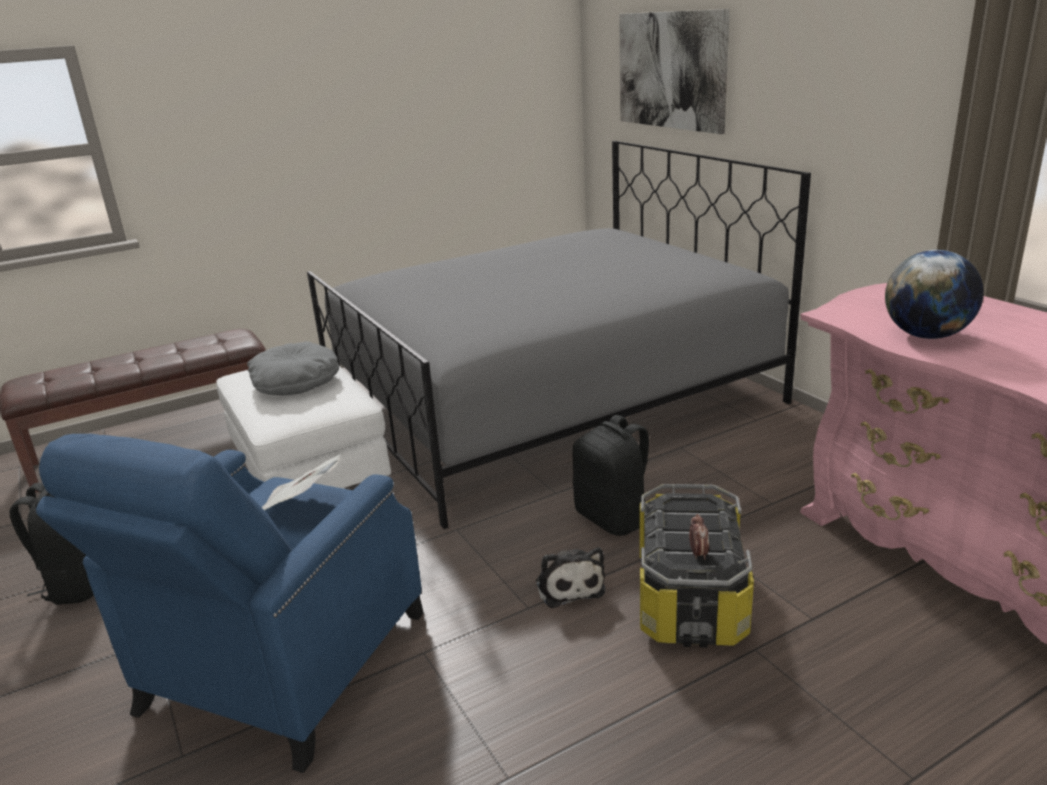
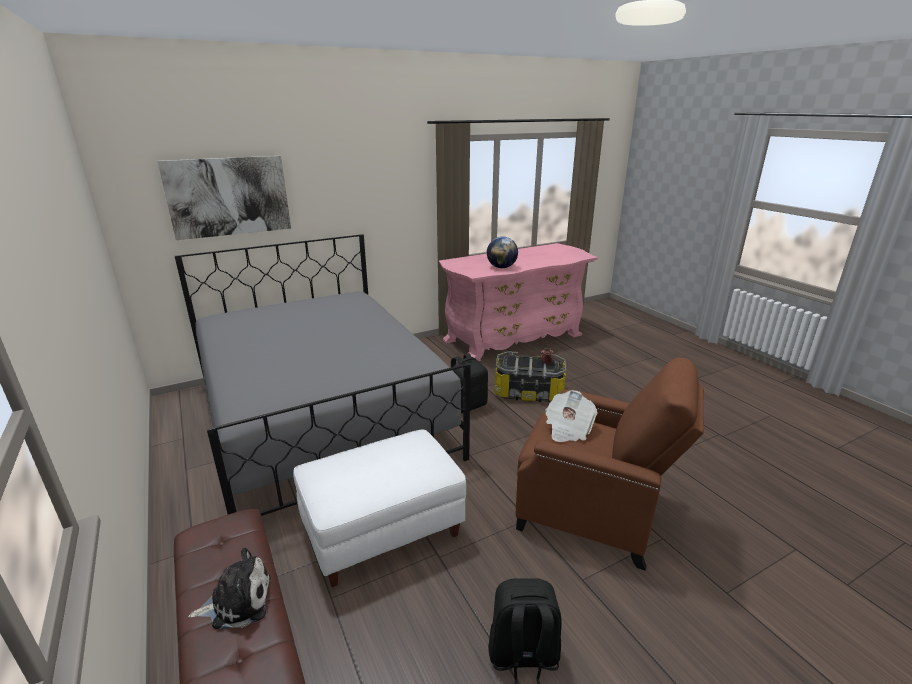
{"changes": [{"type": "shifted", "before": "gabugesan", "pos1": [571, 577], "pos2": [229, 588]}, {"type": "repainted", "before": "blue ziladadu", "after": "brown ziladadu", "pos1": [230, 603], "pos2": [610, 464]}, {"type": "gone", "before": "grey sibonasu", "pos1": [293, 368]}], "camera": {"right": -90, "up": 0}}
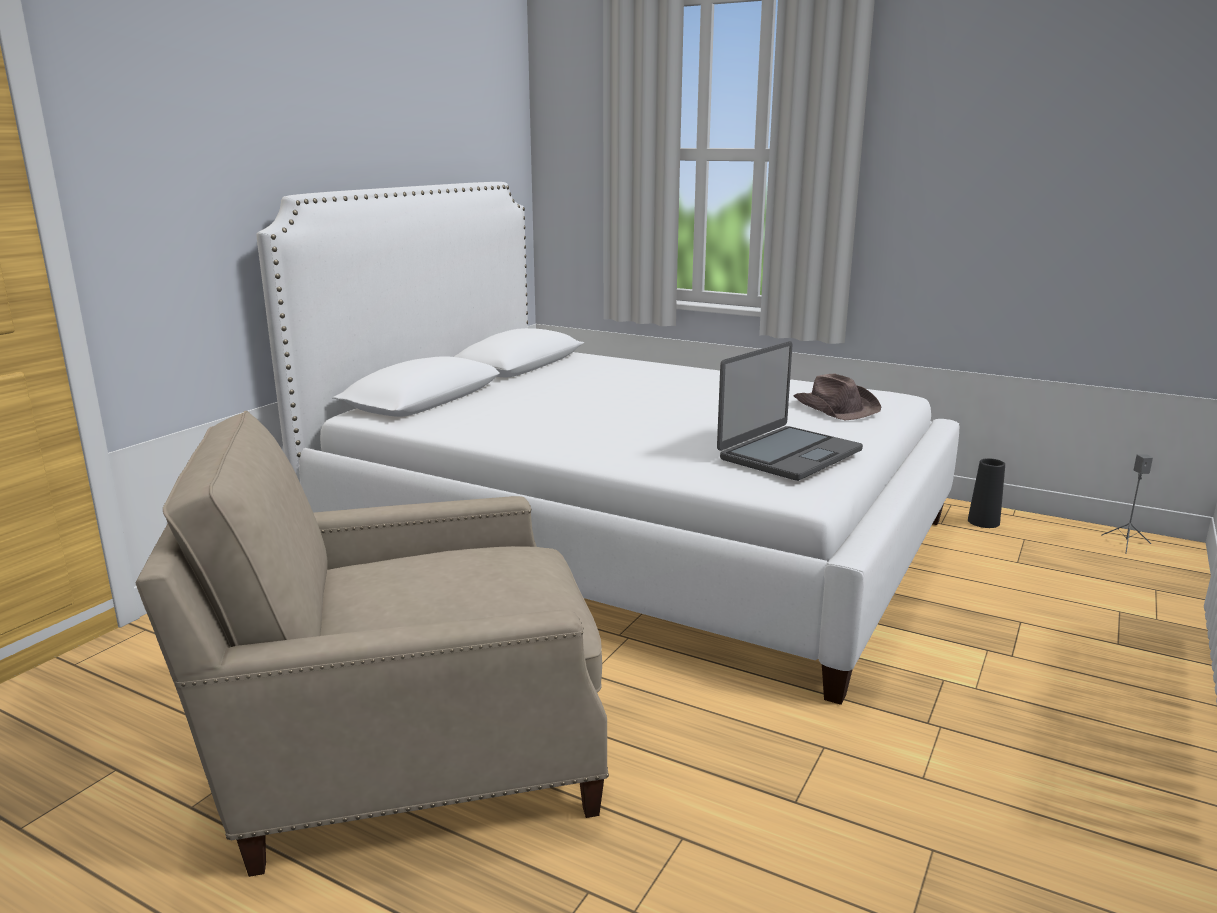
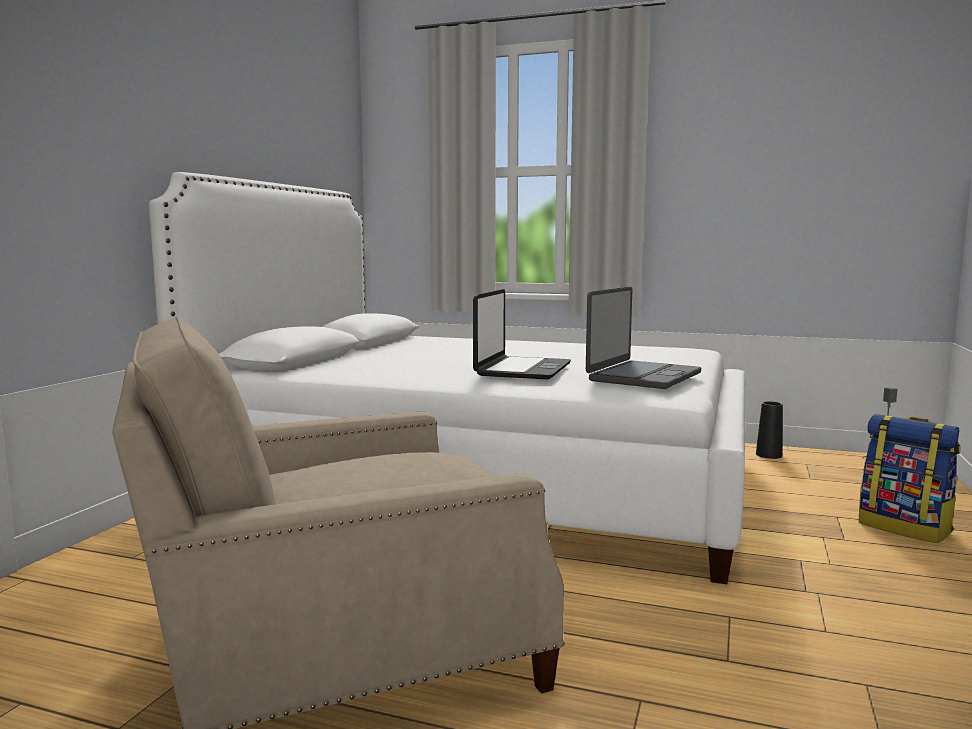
{"changes": [{"type": "new", "after": "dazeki", "pos2": [522, 334]}, {"type": "new", "after": "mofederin", "pos2": [909, 478]}, {"type": "gone", "before": "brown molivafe", "pos1": [837, 397]}], "camera": {"right": -10, "up": -10}}
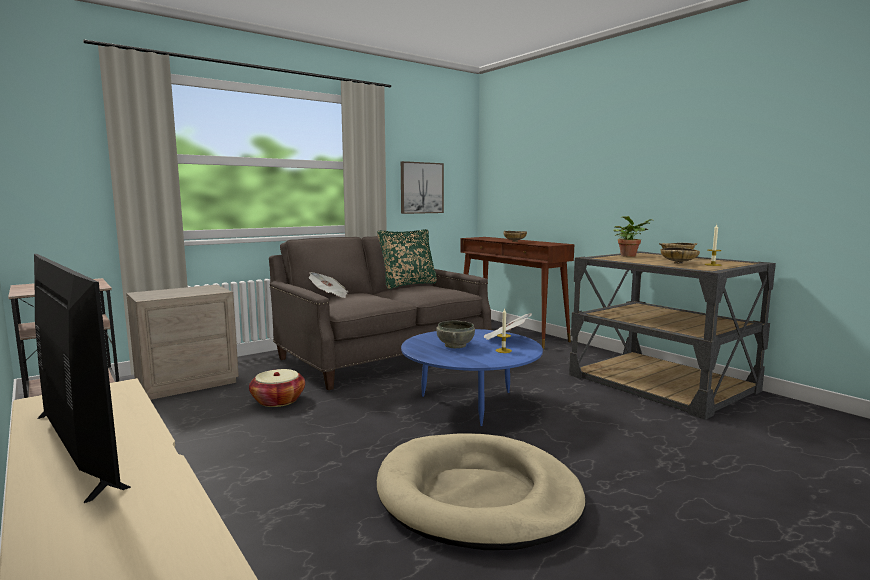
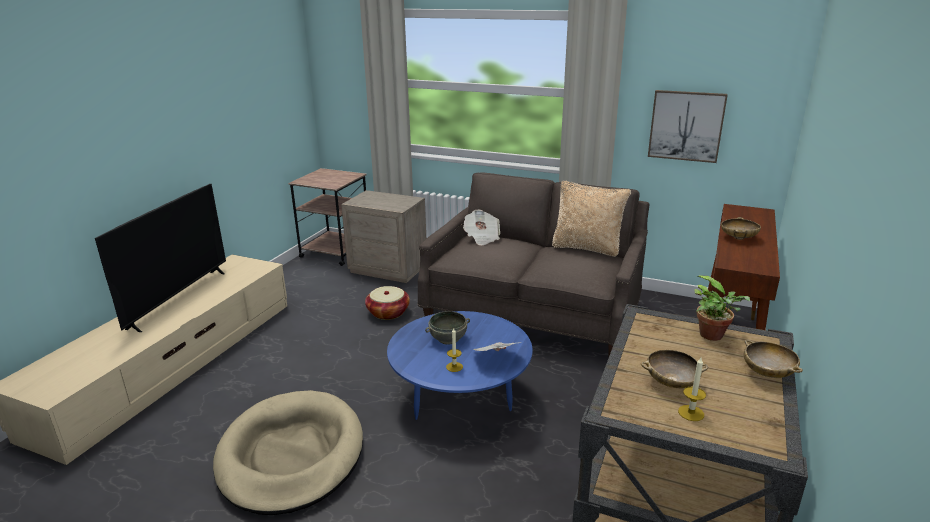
{"changes": [{"type": "repainted", "before": "green sibonasu", "after": "beige sibonasu", "pos1": [407, 259], "pos2": [591, 218]}], "camera": {"right": 60, "up": 15}}
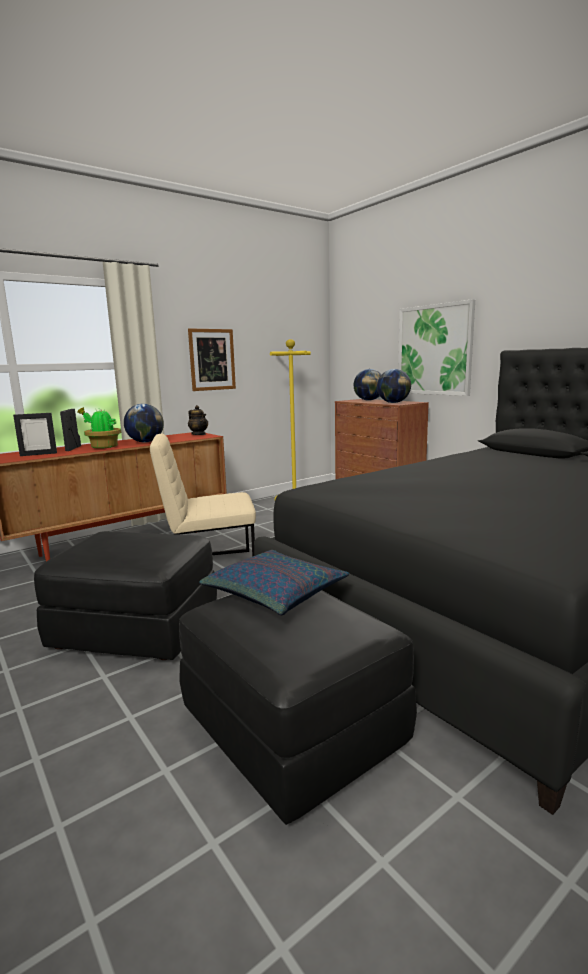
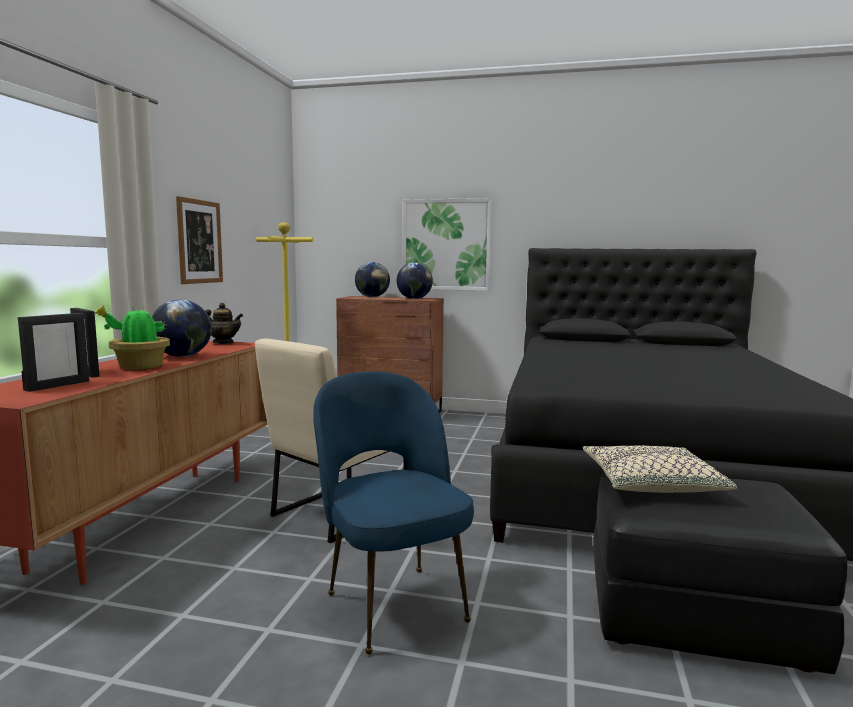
{"changes": [{"type": "swapped", "before": "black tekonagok", "after": "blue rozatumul", "pos1": [125, 595], "pos2": [393, 512]}, {"type": "repainted", "before": "blue sibonasu", "after": "beige sibonasu", "pos1": [274, 582], "pos2": [660, 469]}], "camera": {"right": -40, "up": -5}}
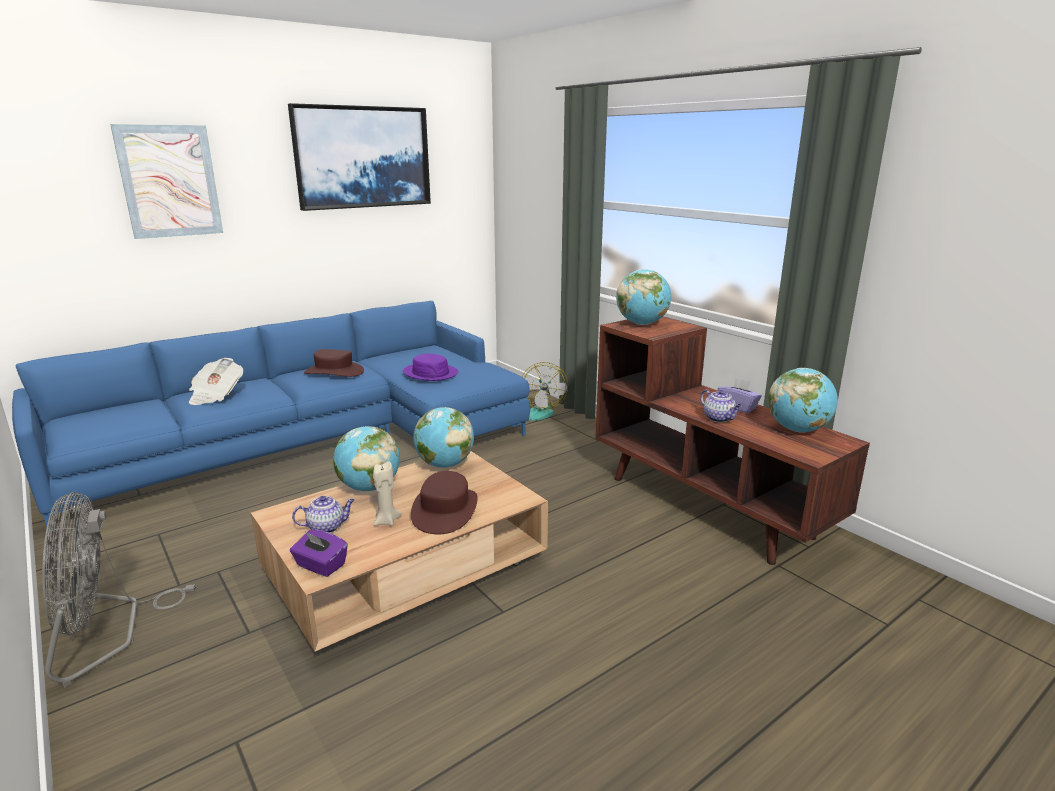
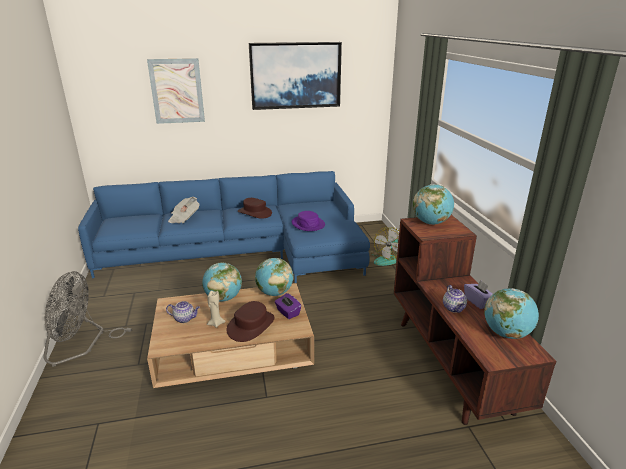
{"changes": [{"type": "shifted", "before": "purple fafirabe", "pos1": [319, 553], "pos2": [288, 306]}], "camera": {"right": 25, "up": 5}}
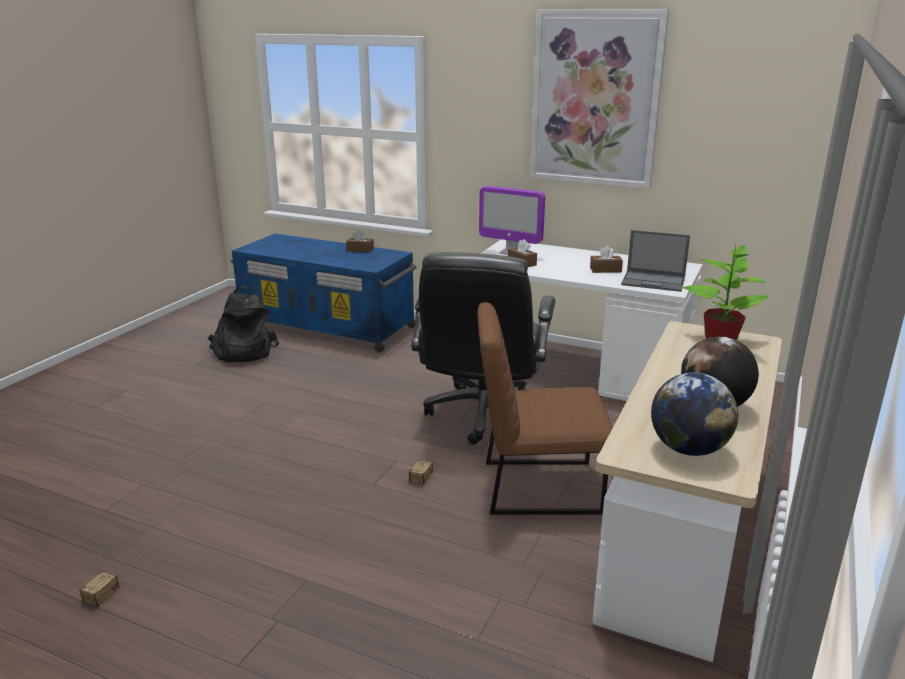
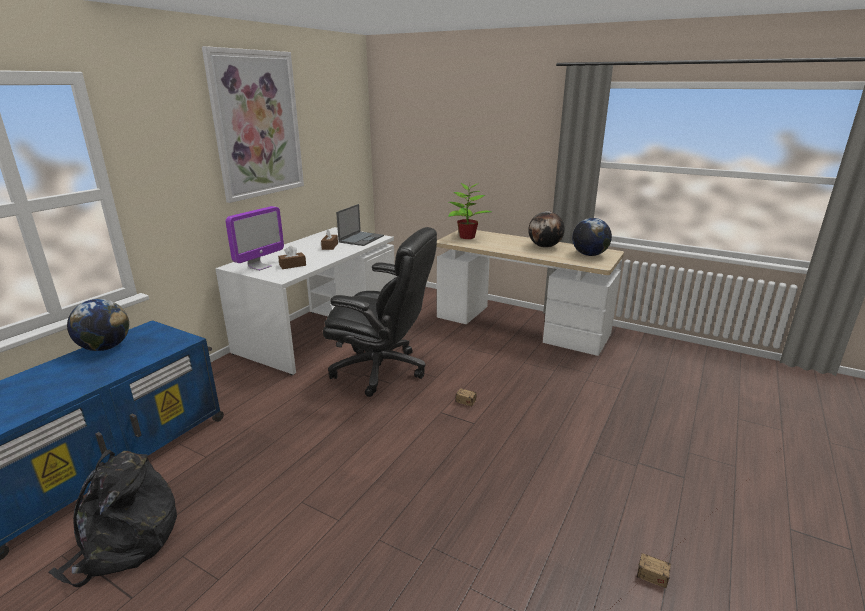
{"changes": [{"type": "swapped", "before": "brown fafirabe", "after": "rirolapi", "pos1": [360, 241], "pos2": [98, 325]}, {"type": "gone", "before": "brown rozatumul", "pos1": [545, 408]}], "camera": {"right": -85, "up": 0}}
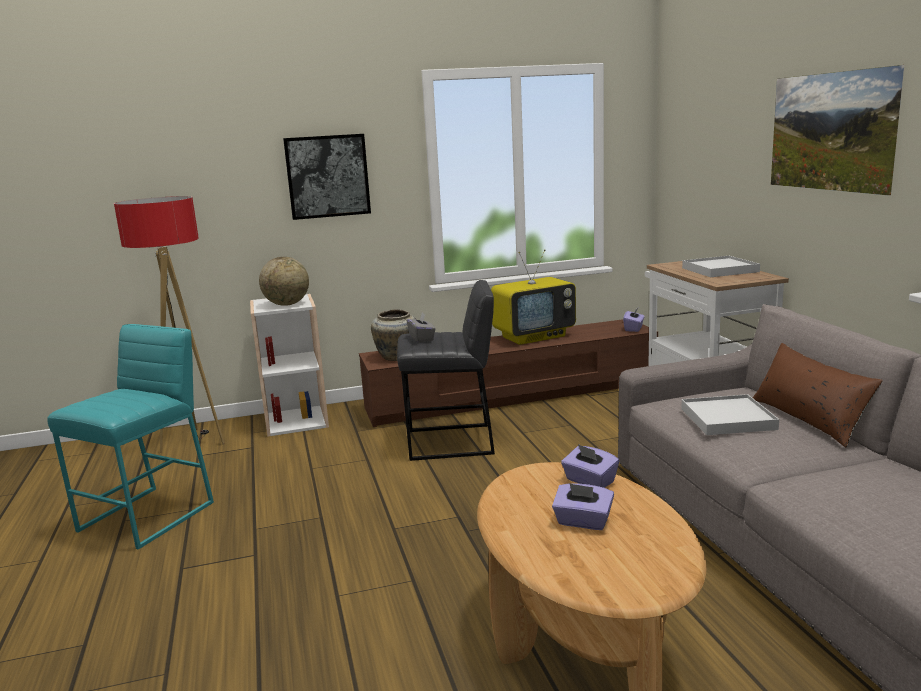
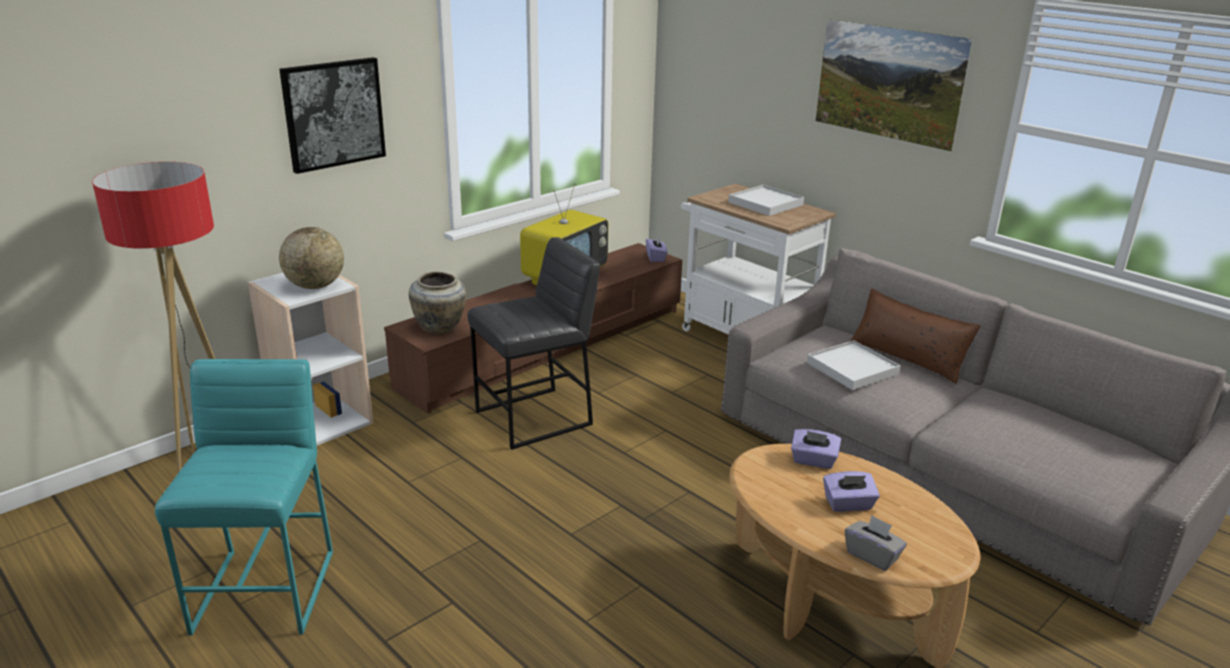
{"changes": [{"type": "shifted", "before": "grey fafirabe", "pos1": [421, 328], "pos2": [876, 543]}], "camera": {"right": -30, "up": 10}}
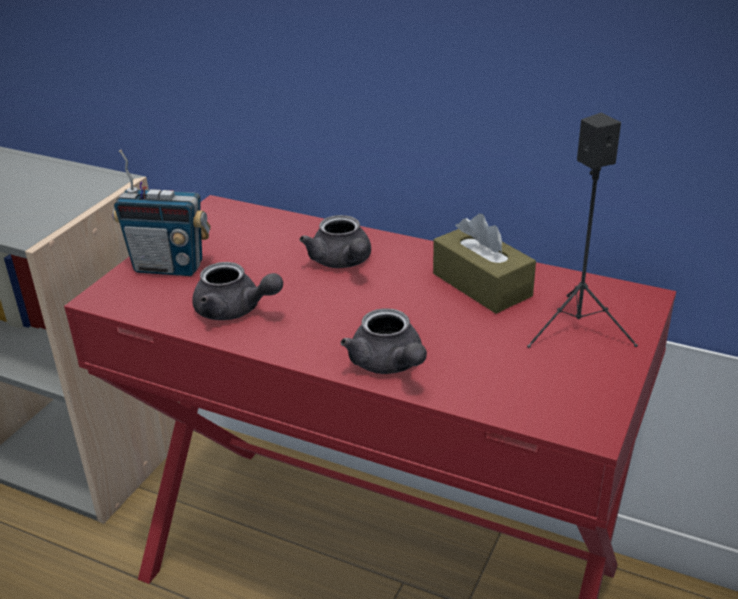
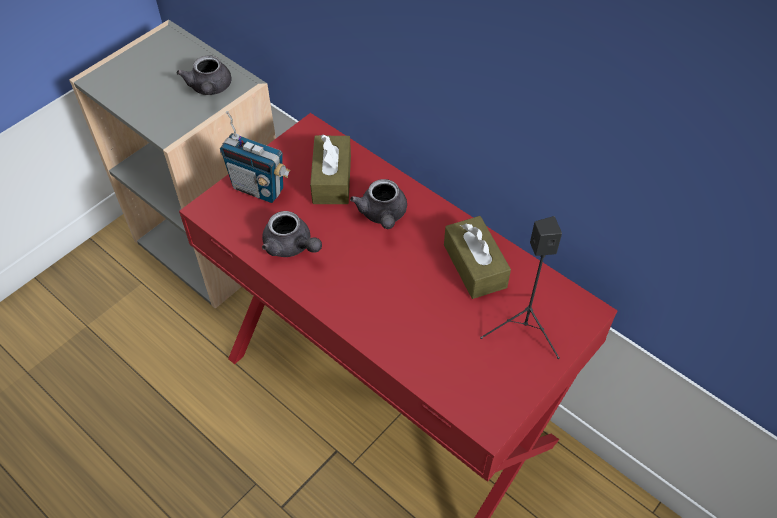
{"changes": [{"type": "shifted", "before": "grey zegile", "pos1": [384, 341], "pos2": [204, 75]}, {"type": "new", "after": "brown fafirabe", "pos2": [330, 169]}], "camera": {"right": 15, "up": 20}}
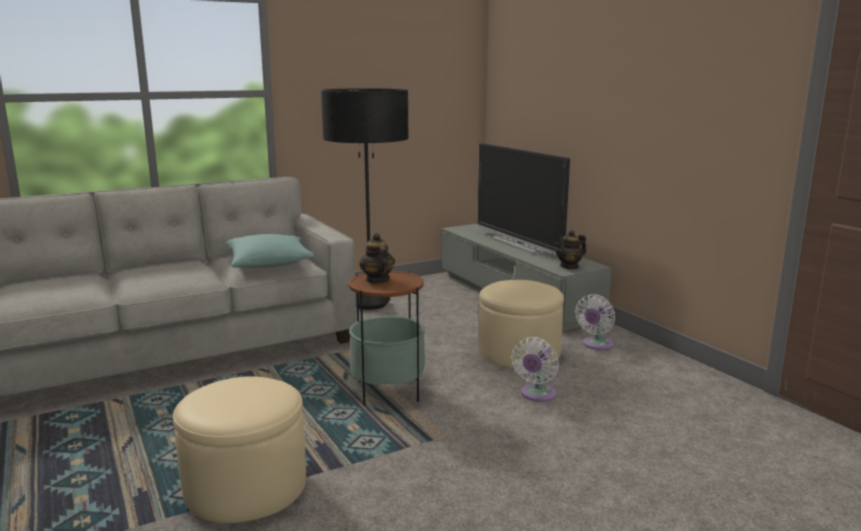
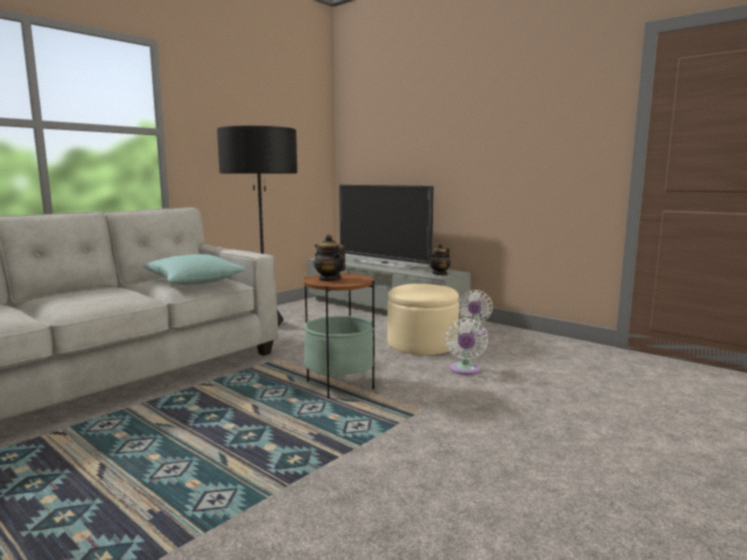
{"changes": [{"type": "gone", "before": "beige tekonagok", "pos1": [239, 449]}], "camera": {"right": -20, "up": -5}}
